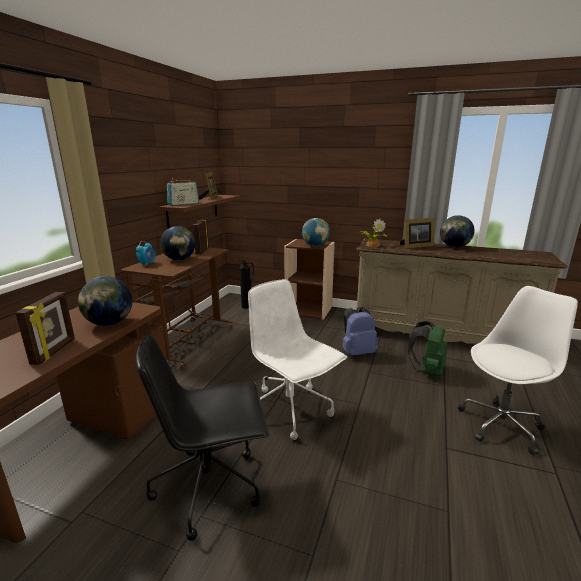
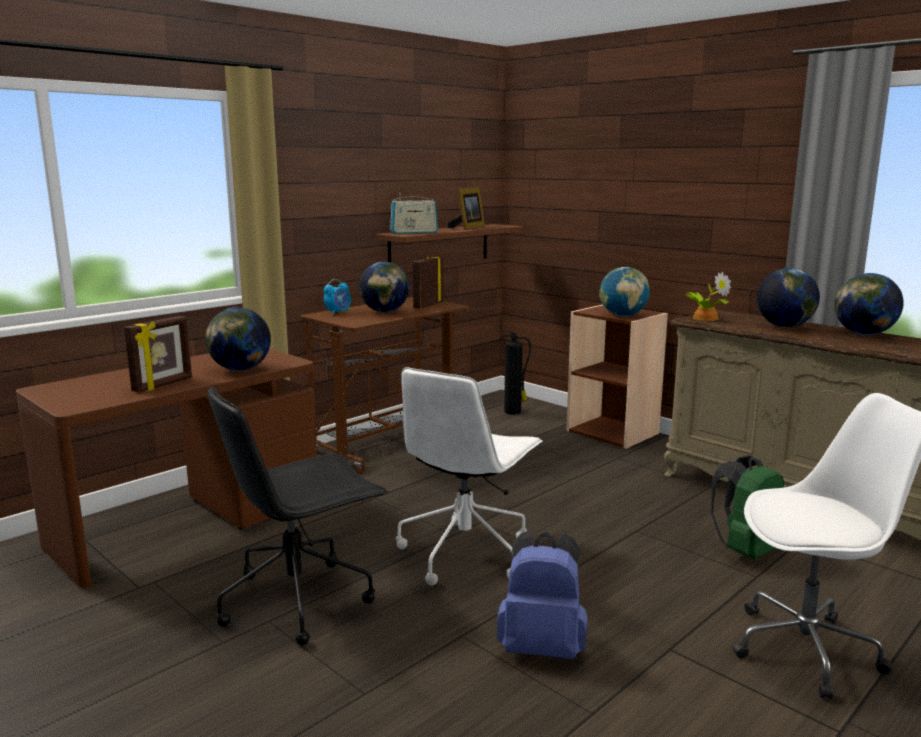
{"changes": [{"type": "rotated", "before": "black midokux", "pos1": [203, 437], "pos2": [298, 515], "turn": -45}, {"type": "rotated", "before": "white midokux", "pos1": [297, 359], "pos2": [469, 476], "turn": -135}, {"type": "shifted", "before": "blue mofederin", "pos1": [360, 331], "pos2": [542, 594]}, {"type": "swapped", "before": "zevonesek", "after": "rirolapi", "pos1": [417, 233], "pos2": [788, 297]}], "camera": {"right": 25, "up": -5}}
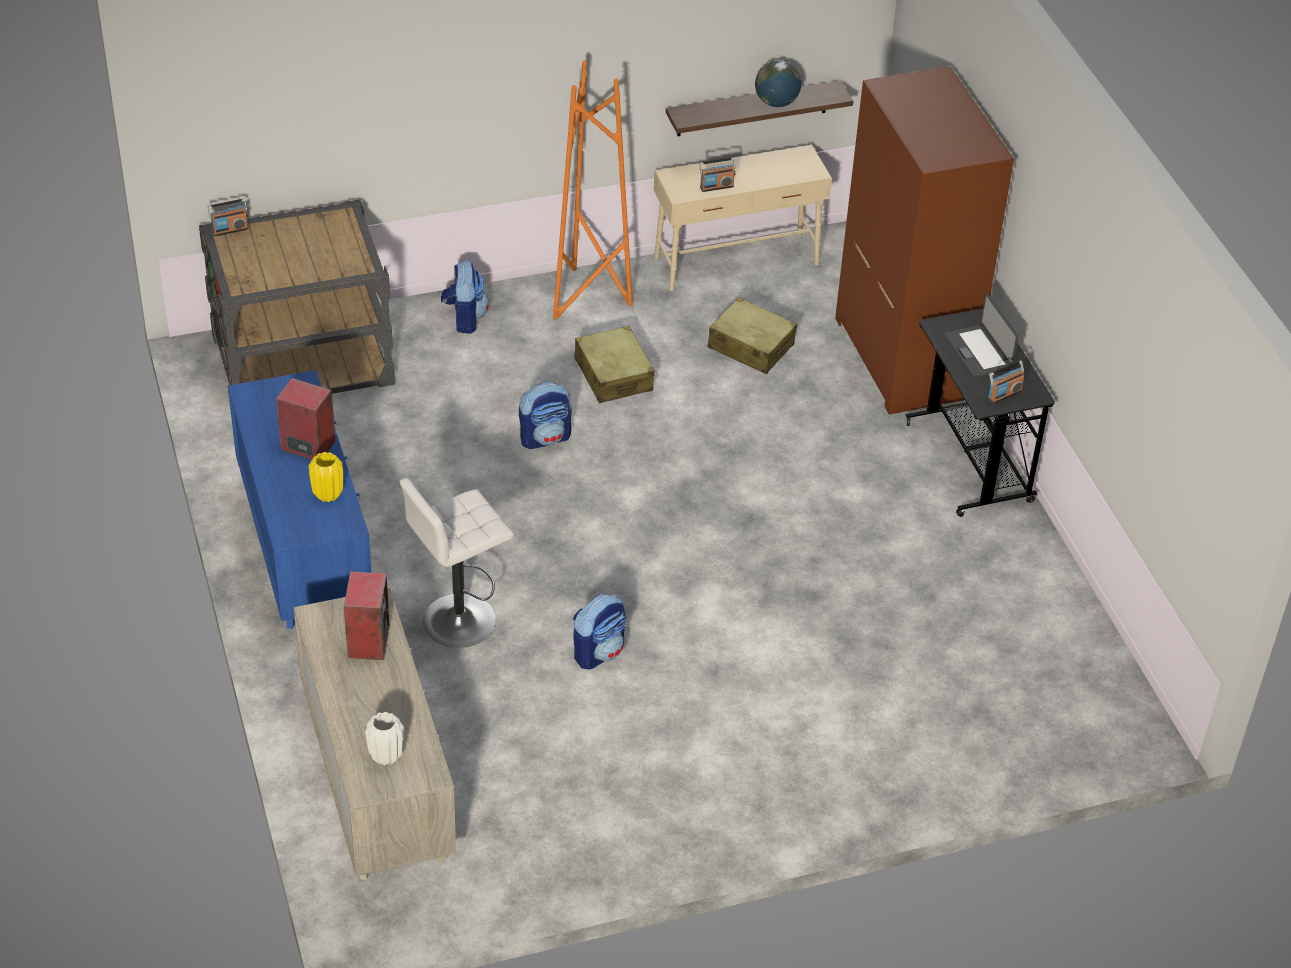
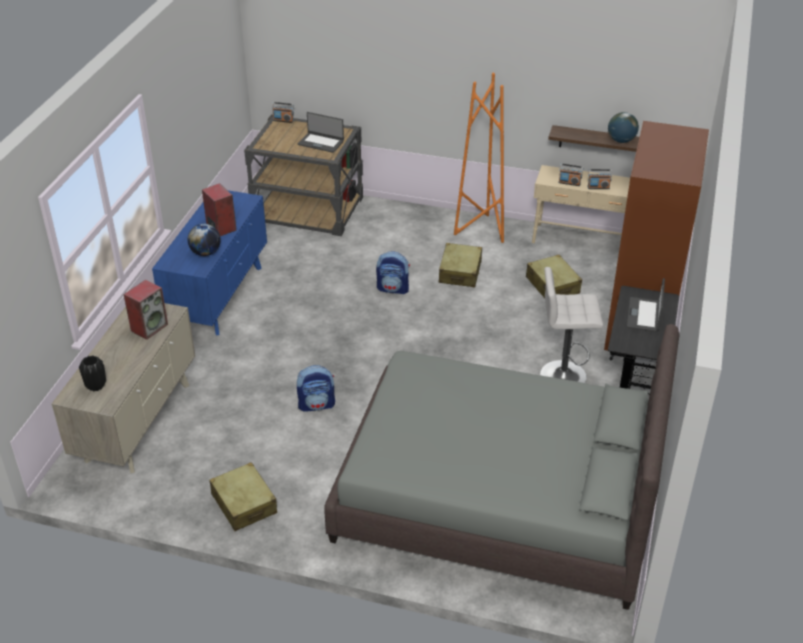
{"changes": [{"type": "repainted", "before": "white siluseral", "after": "black siluseral", "pos1": [384, 738], "pos2": [92, 373]}, {"type": "swapped", "before": "yellow siluseral", "after": "rirolapi", "pos1": [326, 477], "pos2": [204, 240]}, {"type": "new", "after": "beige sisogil", "pos2": [243, 496]}, {"type": "new", "after": "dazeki", "pos2": [321, 132]}, {"type": "new", "after": "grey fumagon", "pos2": [501, 467]}, {"type": "shifted", "before": "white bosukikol", "pos1": [457, 563], "pos2": [571, 325]}, {"type": "shifted", "before": "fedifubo", "pos1": [1006, 382], "pos2": [600, 179]}, {"type": "gone", "before": "mofederin", "pos1": [465, 297]}], "camera": {"right": 35, "up": -5}}
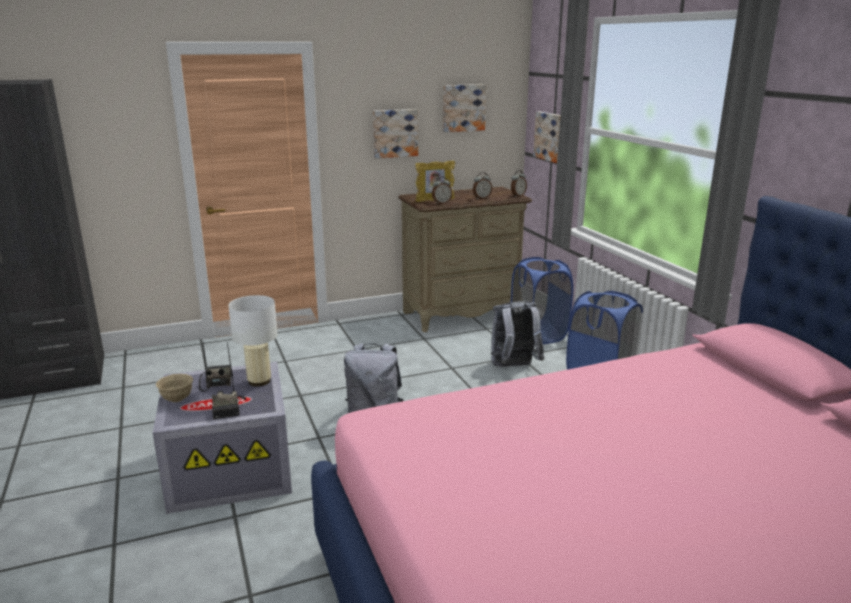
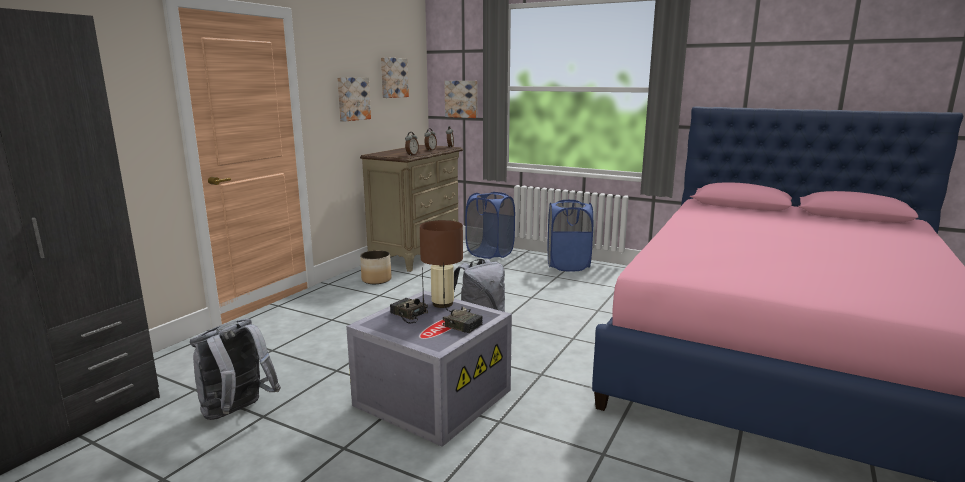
{"changes": [{"type": "shifted", "before": "grey mofederin", "pos1": [518, 334], "pos2": [235, 369]}, {"type": "new", "after": "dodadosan", "pos2": [375, 267]}, {"type": "repainted", "before": "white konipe", "after": "brown konipe", "pos1": [253, 341], "pos2": [441, 264]}, {"type": "gone", "before": "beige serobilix", "pos1": [174, 388]}, {"type": "gone", "before": "zevonesek", "pos1": [435, 181]}], "camera": {"right": -40, "up": -5}}
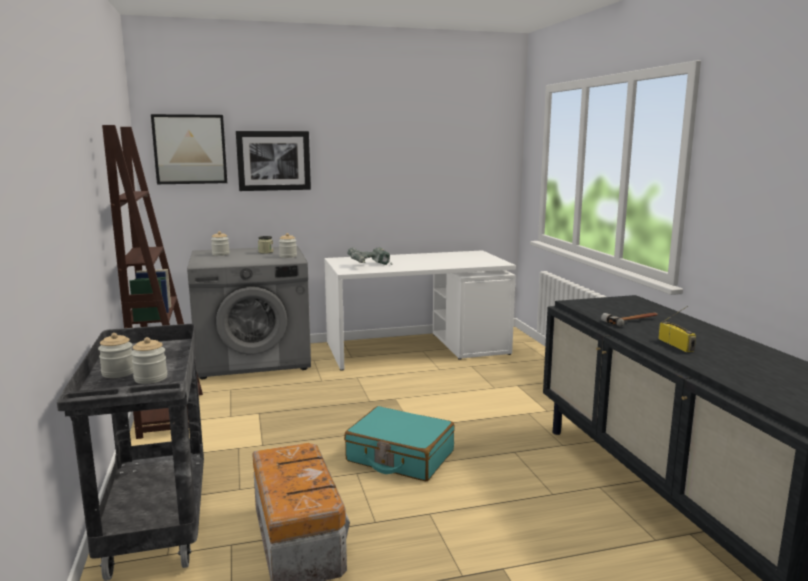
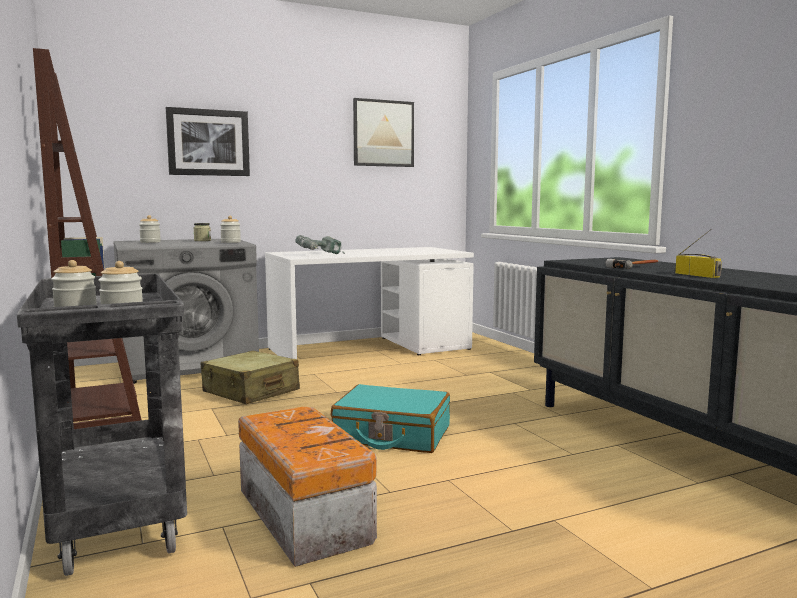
{"changes": [{"type": "new", "after": "beige sisogil", "pos2": [250, 377]}, {"type": "shifted", "before": "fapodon", "pos1": [189, 149], "pos2": [383, 132]}], "camera": {"right": -10, "up": -5}}
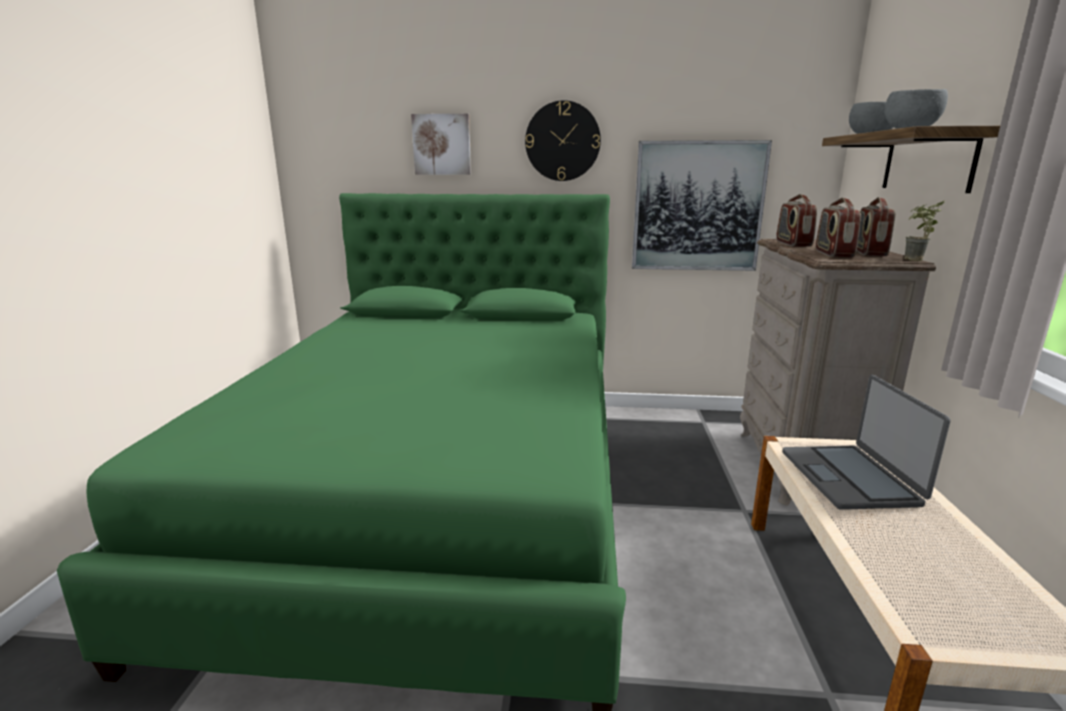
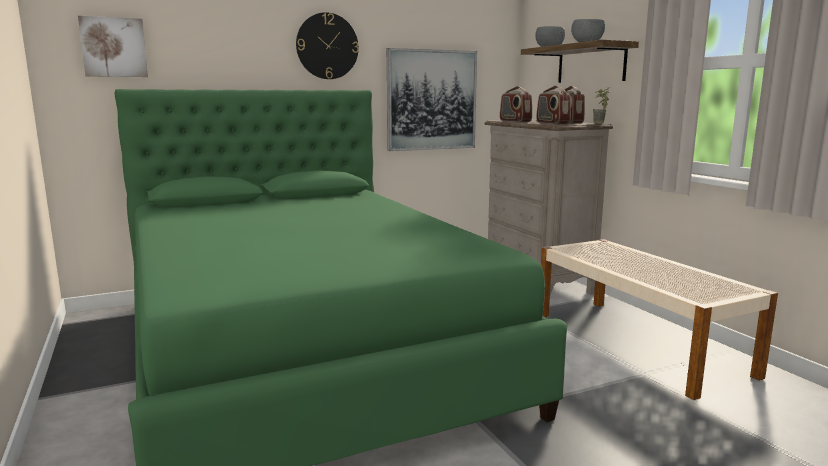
{"changes": [{"type": "shifted", "before": "fapodon", "pos1": [441, 144], "pos2": [113, 46]}, {"type": "gone", "before": "dazeki", "pos1": [866, 442]}], "camera": {"right": -30, "up": -5}}
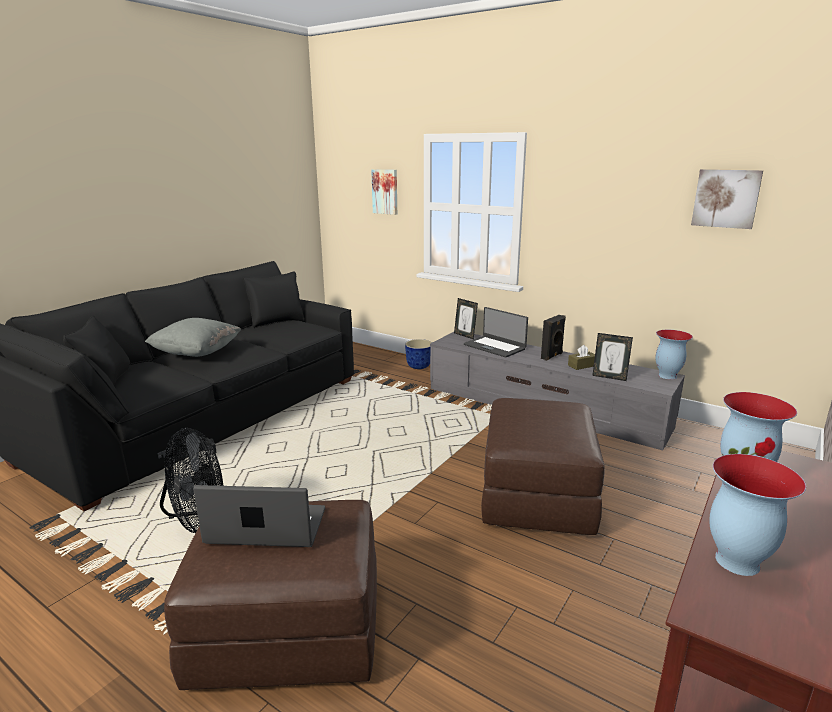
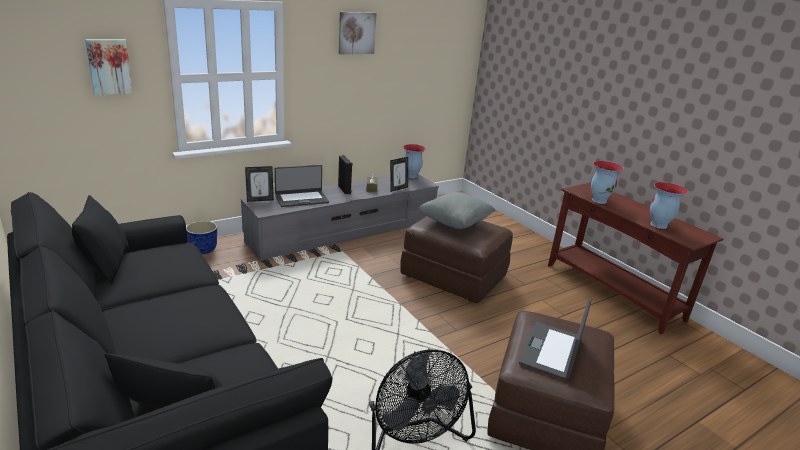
{"changes": [{"type": "shifted", "before": "fapodon", "pos1": [727, 199], "pos2": [358, 33]}, {"type": "shifted", "before": "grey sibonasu", "pos1": [193, 337], "pos2": [457, 210]}], "camera": {"right": -70, "up": 5}}
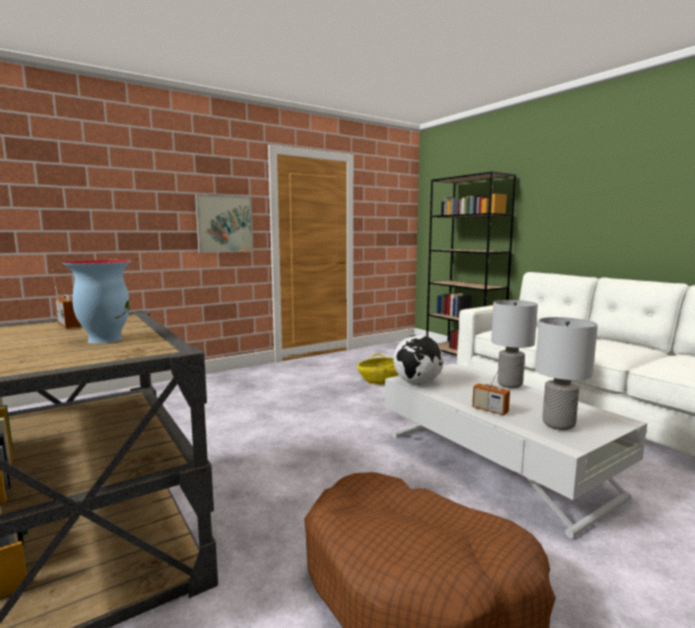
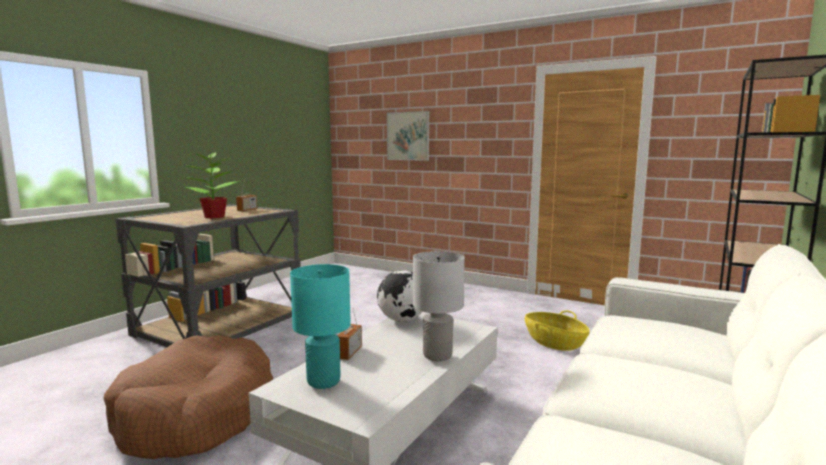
{"changes": [{"type": "swapped", "before": "siluseral", "after": "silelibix", "pos1": [97, 302], "pos2": [212, 183]}, {"type": "repainted", "before": "grey konipe", "after": "turquoise konipe", "pos1": [566, 373], "pos2": [320, 326]}, {"type": "shifted", "before": "fapodon", "pos1": [224, 223], "pos2": [408, 136]}], "camera": {"right": 65, "up": 0}}
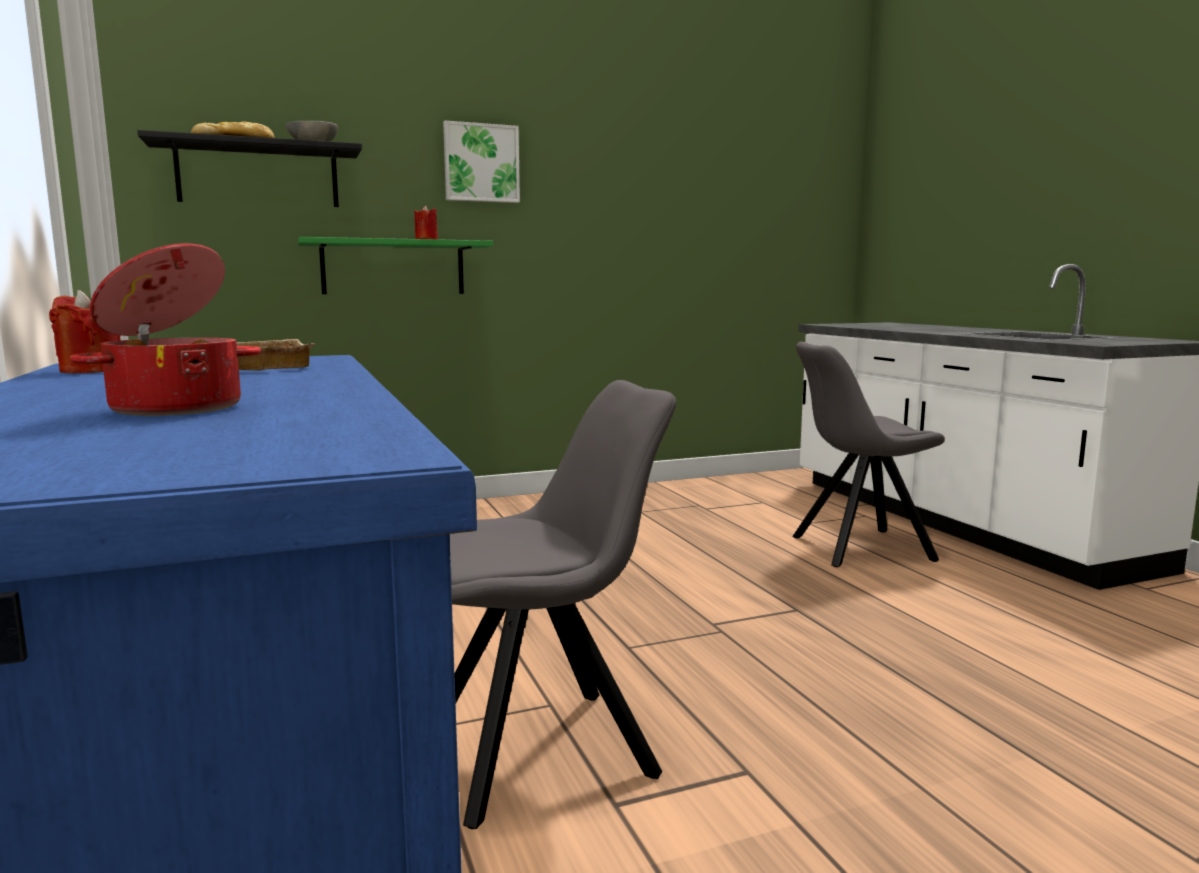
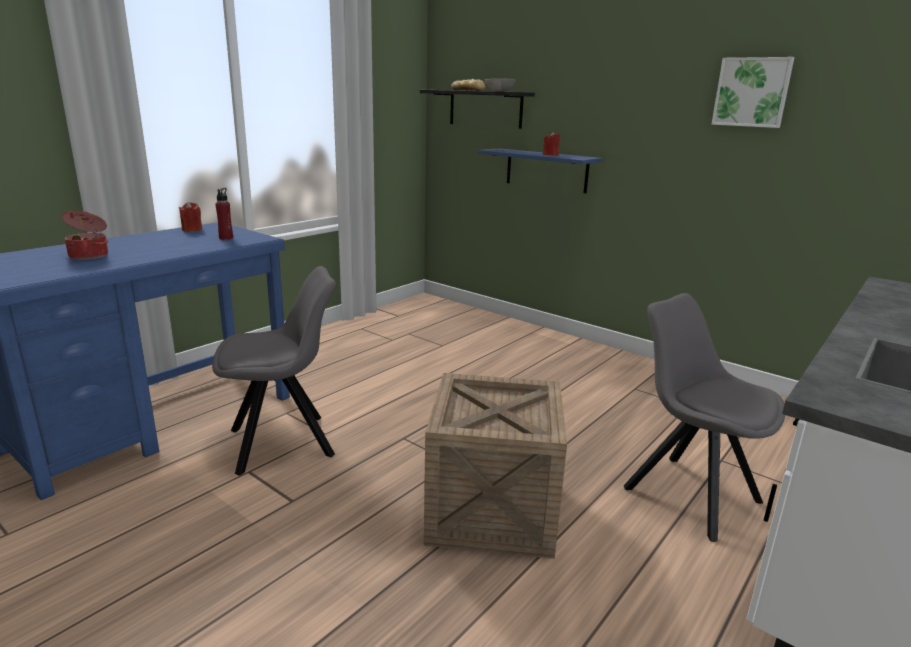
{"changes": [{"type": "rotated", "before": "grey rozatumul", "pos1": [562, 604], "pos2": [274, 370], "turn": -60}, {"type": "swapped", "before": "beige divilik", "after": "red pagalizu", "pos1": [276, 355], "pos2": [224, 214]}, {"type": "new", "after": "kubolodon", "pos2": [495, 466]}, {"type": "repainted", "before": "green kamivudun", "after": "blue kamivudun", "pos1": [395, 265], "pos2": [540, 170]}, {"type": "shifted", "before": "fapodon", "pos1": [481, 162], "pos2": [752, 92]}], "camera": {"right": 60, "up": 10}}
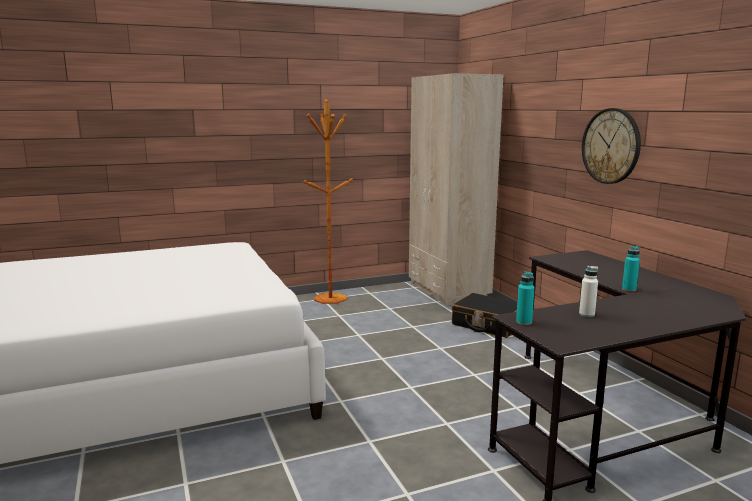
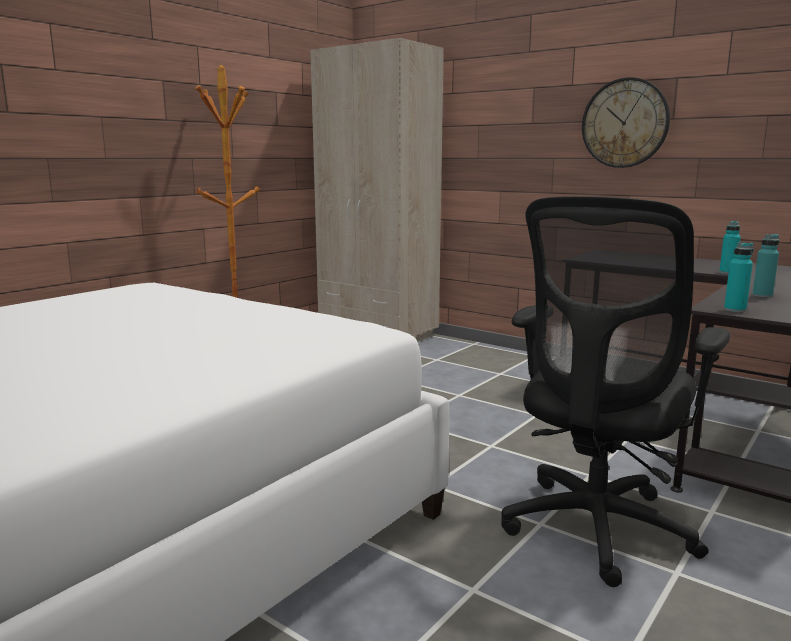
{"changes": [{"type": "new", "after": "black midokux", "pos2": [615, 391]}, {"type": "repainted", "before": "white pagalizu", "after": "turquoise pagalizu", "pos1": [588, 291], "pos2": [765, 266]}, {"type": "gone", "before": "black sisogil", "pos1": [484, 315]}], "camera": {"right": -30, "up": 0}}
